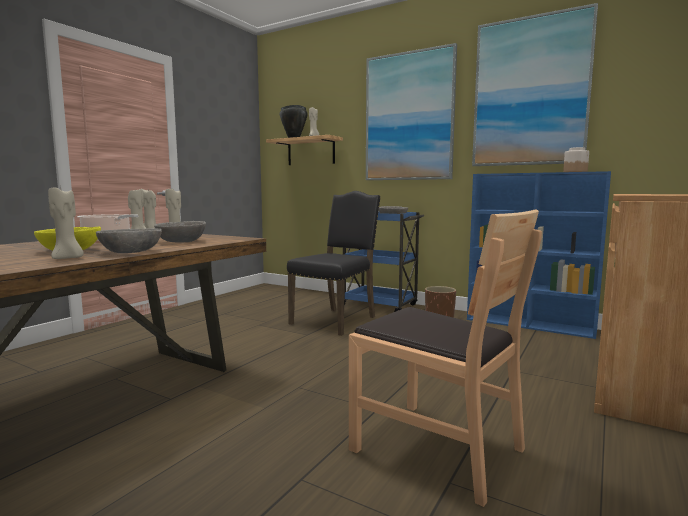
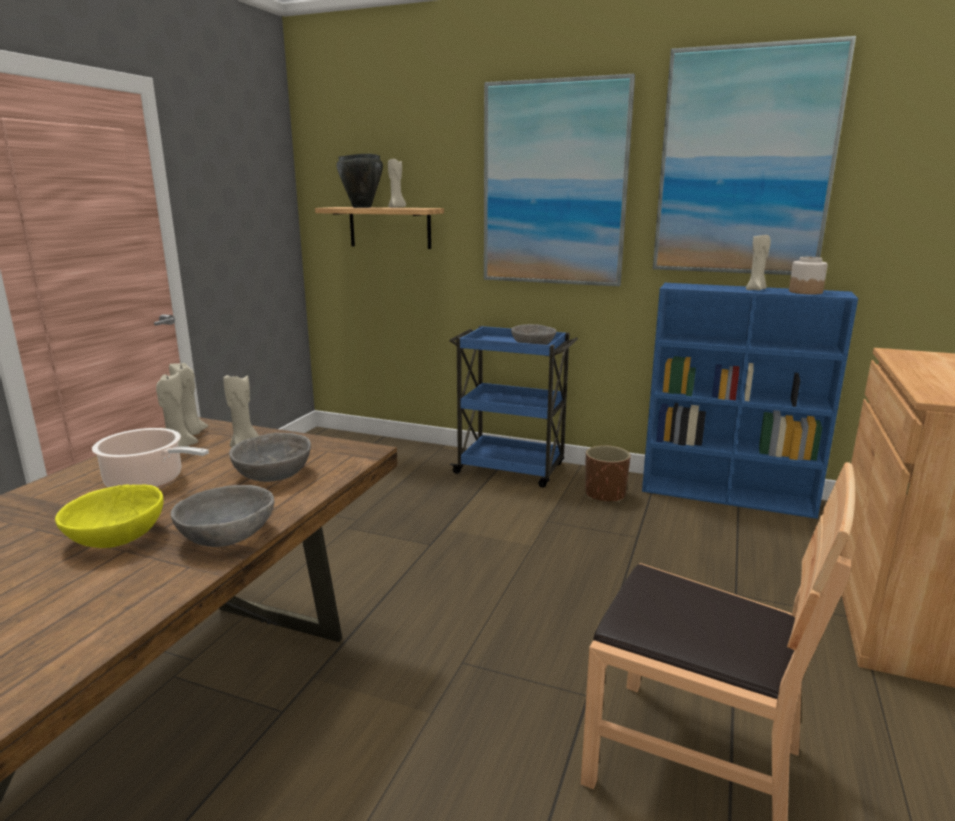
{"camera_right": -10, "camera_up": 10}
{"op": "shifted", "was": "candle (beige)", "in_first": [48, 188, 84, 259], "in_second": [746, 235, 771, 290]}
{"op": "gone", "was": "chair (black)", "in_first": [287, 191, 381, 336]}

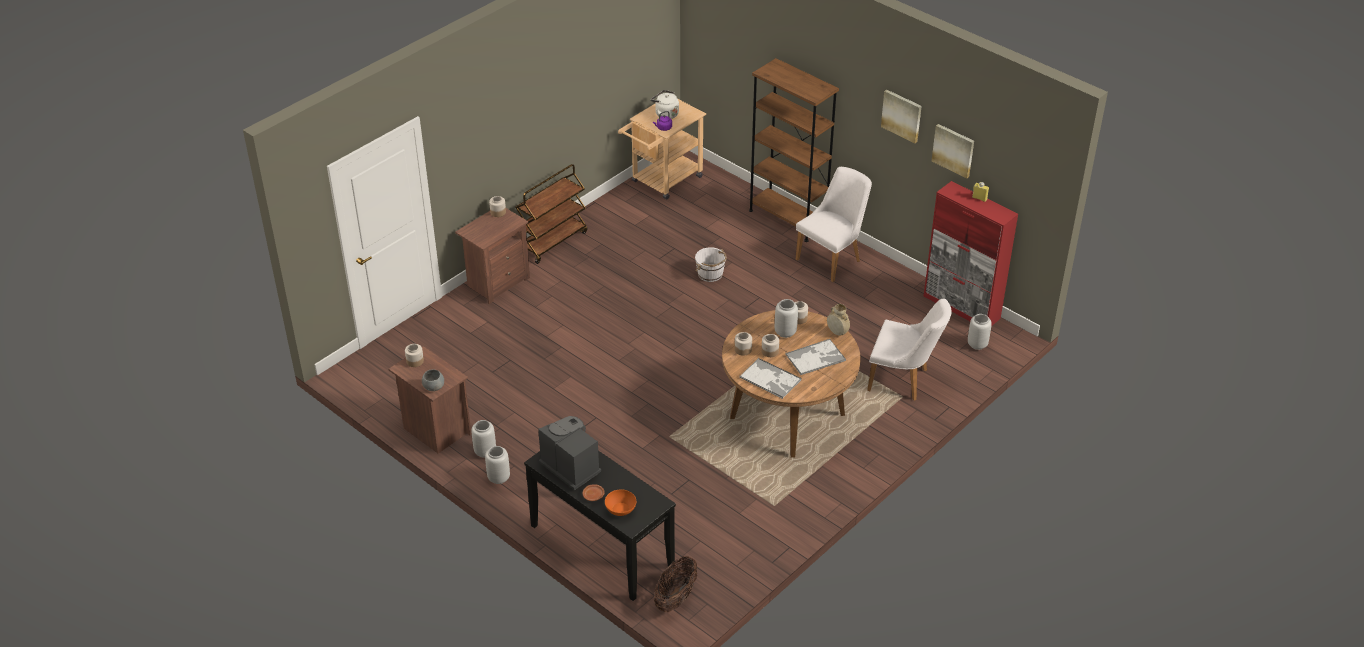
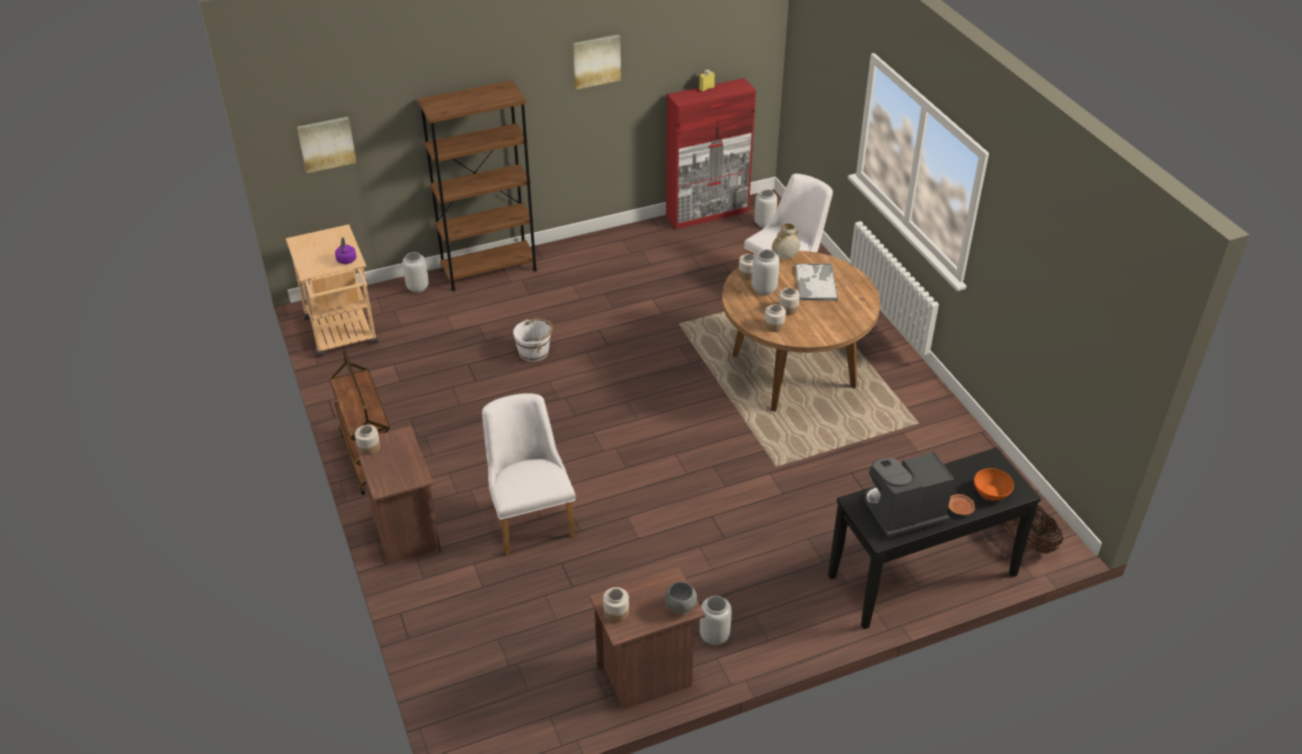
{"camera_right": -65, "camera_up": 0}
{"op": "gone", "was": "kettle (white)", "in_first": [651, 90, 679, 119]}
{"op": "shifted", "was": "picture", "in_first": [932, 124, 974, 178], "in_second": [297, 117, 357, 173]}
{"op": "shifted", "was": "chair (white)", "in_first": [795, 167, 872, 282], "in_second": [482, 393, 576, 555]}
{"op": "gone", "was": "tray", "in_first": [740, 358, 802, 399]}
{"op": "shifted", "was": "vase (grey)", "in_first": [485, 446, 510, 484], "in_second": [402, 252, 429, 293]}

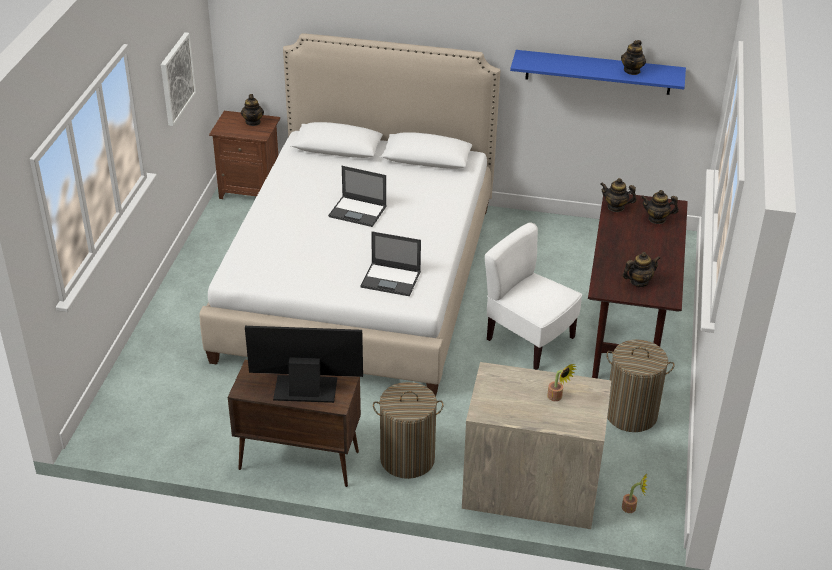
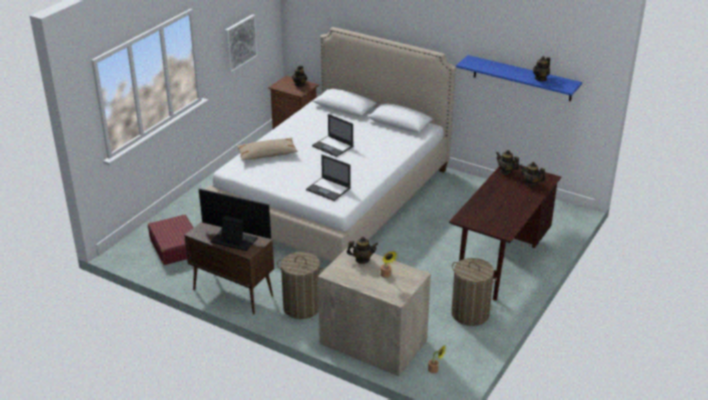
{"camera_right": 20, "camera_up": -5}
{"op": "gone", "was": "chair (white)", "in_first": [485, 222, 582, 370]}
{"op": "shifted", "was": "teapot", "in_first": [622, 252, 661, 287], "in_second": [347, 236, 378, 264]}
{"op": "new", "now": "pillow (beige)", "in_second": [236, 137, 298, 160]}
{"op": "new", "now": "suitcase (red)", "in_second": [148, 215, 194, 265]}

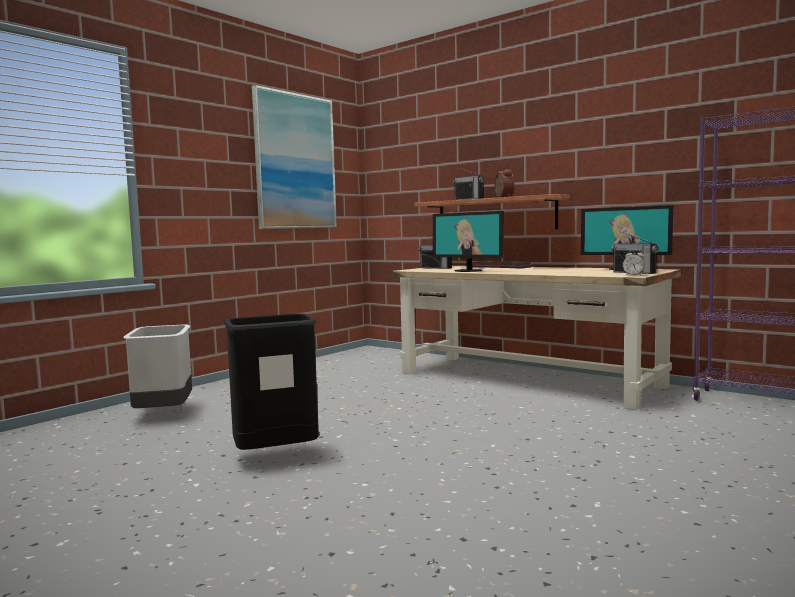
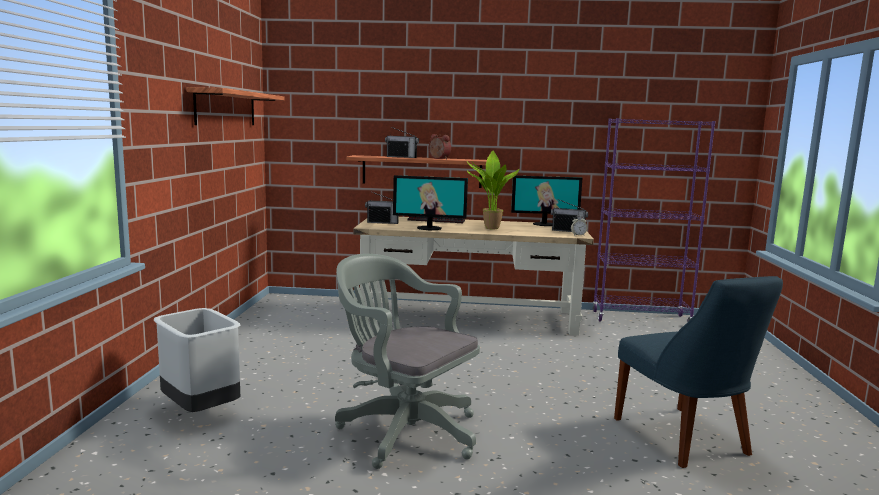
{"camera_right": -35, "camera_up": 5}
{"op": "swapped", "was": "picture", "now": "shelf", "in_first": [252, 85, 337, 229], "in_second": [186, 87, 284, 125]}
{"op": "swapped", "was": "trash can (black)", "now": "office chair (grey)", "in_first": [224, 313, 319, 450], "in_second": [335, 254, 480, 469]}
{"op": "new", "now": "potted plant", "in_second": [467, 151, 520, 230]}
{"op": "new", "now": "chair (blue)", "in_second": [614, 276, 783, 468]}

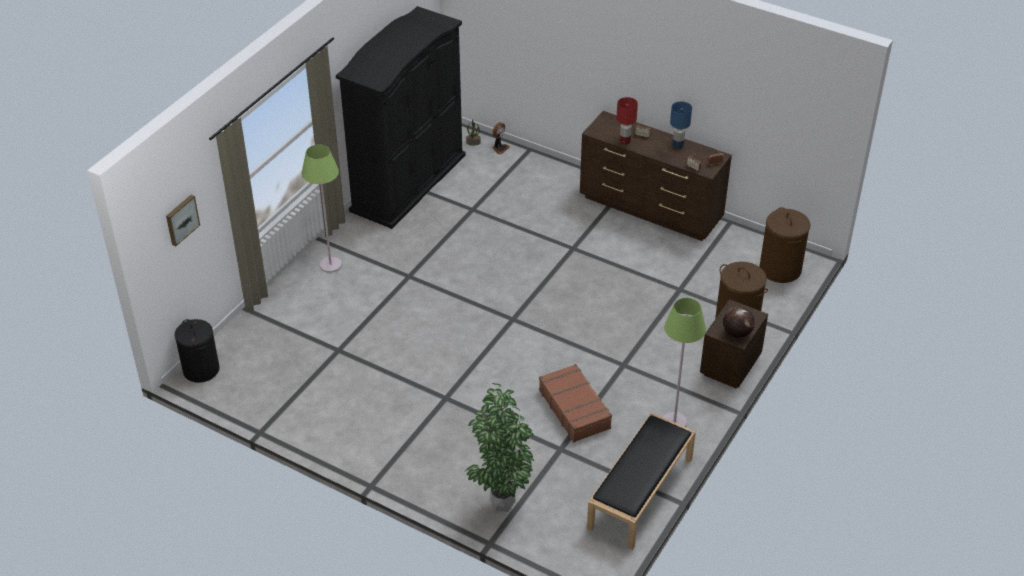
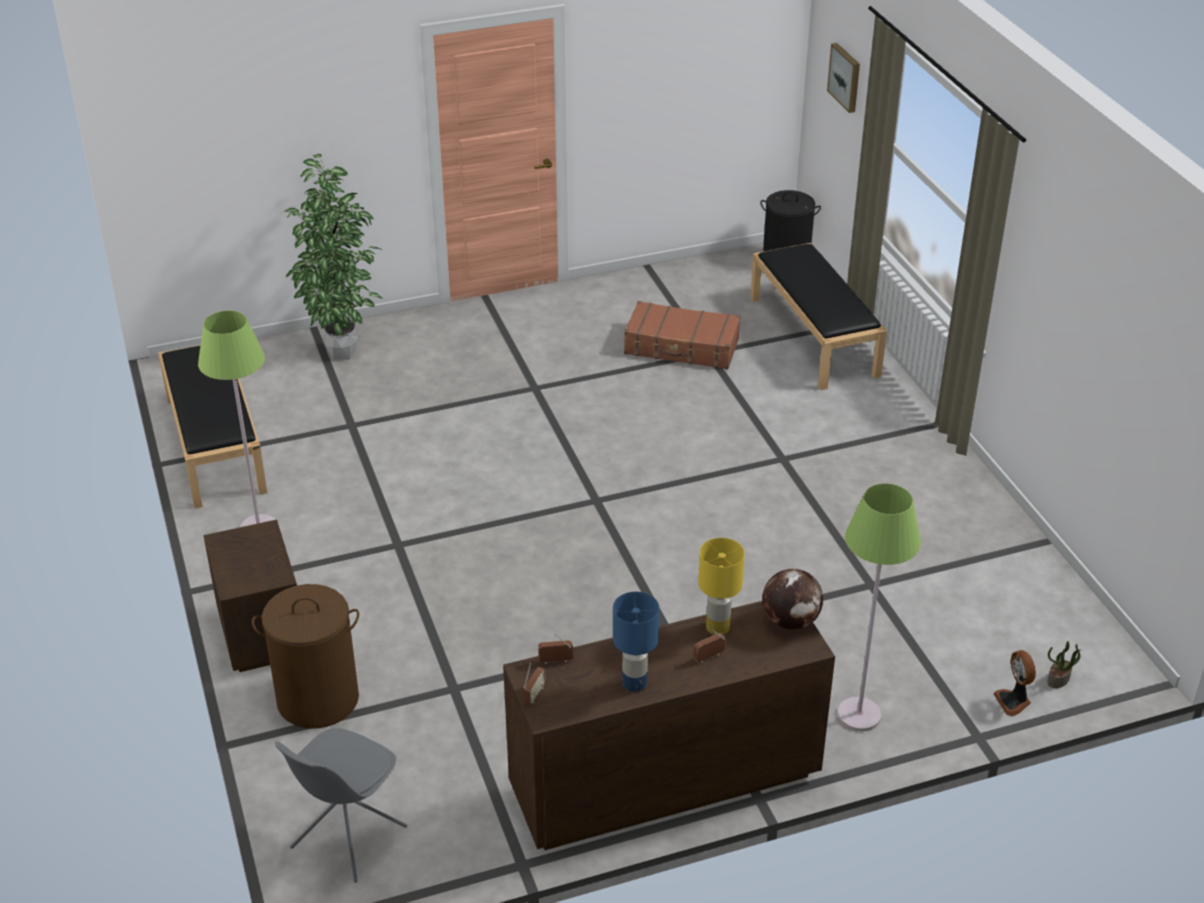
{"camera_right": 130, "camera_up": -5}
{"op": "gone", "was": "wardrobe (black)", "in_first": [336, 6, 465, 229]}
{"op": "repainted", "was": "table lamp (red)", "now": "table lamp (yellow)", "in_first": [616, 97, 638, 144], "in_second": [698, 538, 745, 635]}
{"op": "shifted", "was": "floor lamp (green)", "in_first": [302, 144, 342, 273], "in_second": [838, 483, 921, 731]}
{"op": "swapped", "was": "laundry basket (brown)", "now": "chair (grey)", "in_first": [759, 207, 811, 283], "in_second": [275, 728, 407, 883]}
{"op": "shifted", "was": "globe", "in_first": [723, 307, 755, 338], "in_second": [762, 569, 823, 630]}
{"op": "shifted", "was": "suitcase (brown)", "in_first": [539, 364, 612, 442], "in_second": [624, 301, 741, 369]}
{"op": "new", "now": "bench (black)", "in_second": [750, 243, 887, 390]}

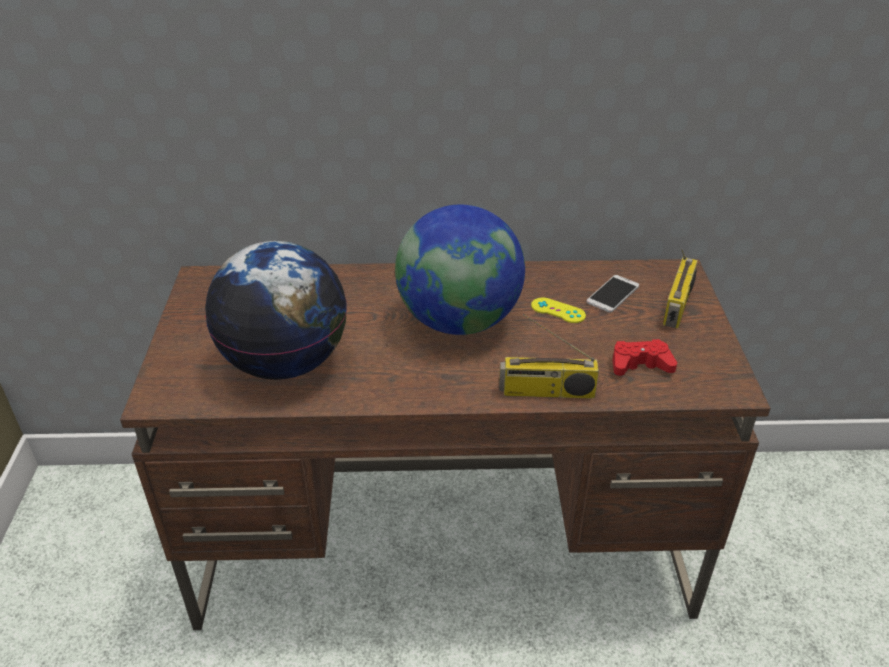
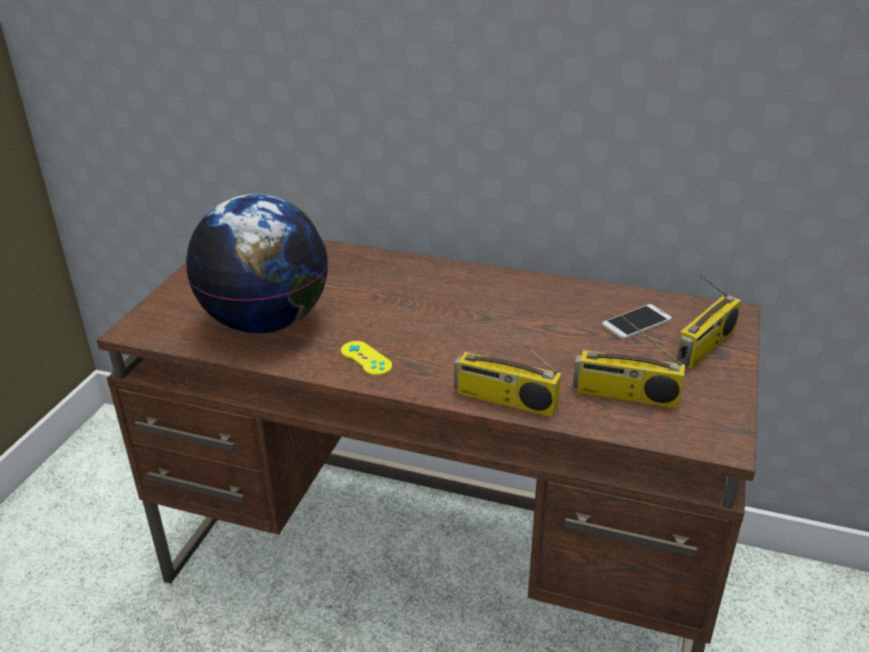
{"camera_right": 20, "camera_up": -5}
{"op": "gone", "was": "globe", "in_first": [395, 204, 525, 335]}
{"op": "shifted", "was": "game controller (yellow)", "in_first": [531, 297, 586, 323], "in_second": [341, 341, 392, 376]}
{"op": "swapped", "was": "game controller (red)", "now": "radio", "in_first": [612, 339, 677, 376], "in_second": [573, 302, 685, 408]}

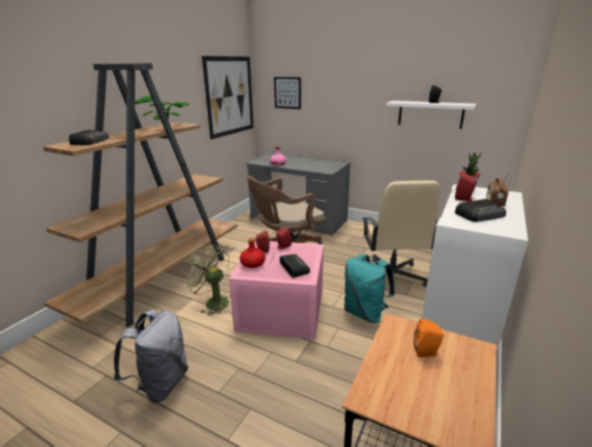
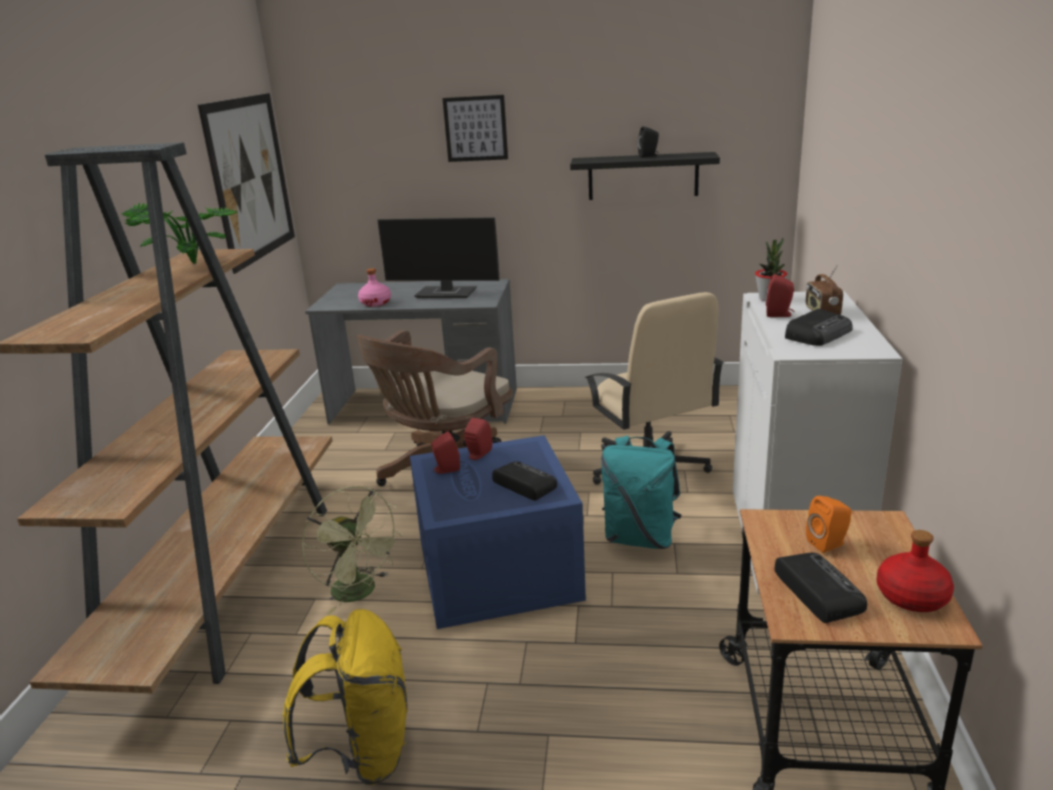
{"camera_right": -20, "camera_up": 0}
{"op": "shifted", "was": "picture", "in_first": [274, 77, 301, 109], "in_second": [442, 95, 508, 162]}
{"op": "repainted", "was": "shelf (white)", "now": "shelf (black)", "in_first": [386, 101, 476, 129], "in_second": [570, 152, 720, 200]}
{"op": "shifted", "was": "radio", "in_first": [69, 130, 109, 145], "in_second": [774, 553, 867, 623]}
{"op": "shifted", "was": "bottle (red)", "in_first": [240, 238, 265, 268], "in_second": [876, 530, 954, 612]}
{"op": "repainted", "was": "storage box (pink)", "now": "storage box (blue)", "in_first": [229, 240, 324, 339], "in_second": [410, 435, 586, 629]}
{"op": "rotated", "was": "fan (green)", "in_first": [183, 245, 229, 315], "in_second": [302, 486, 403, 615], "clockwise": -150}
{"op": "repainted", "was": "backpack (grey)", "now": "backpack (yellow)", "in_first": [114, 310, 189, 403], "in_second": [283, 609, 408, 785]}
{"op": "new", "now": "monitor", "in_second": [377, 217, 500, 298]}

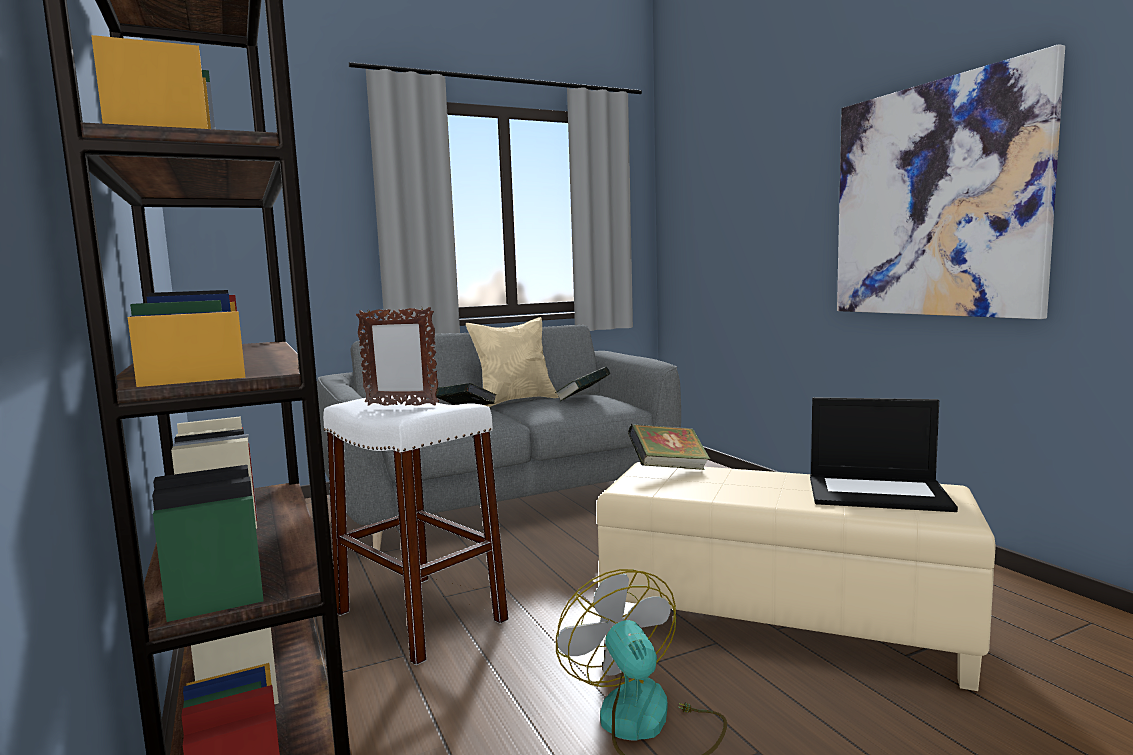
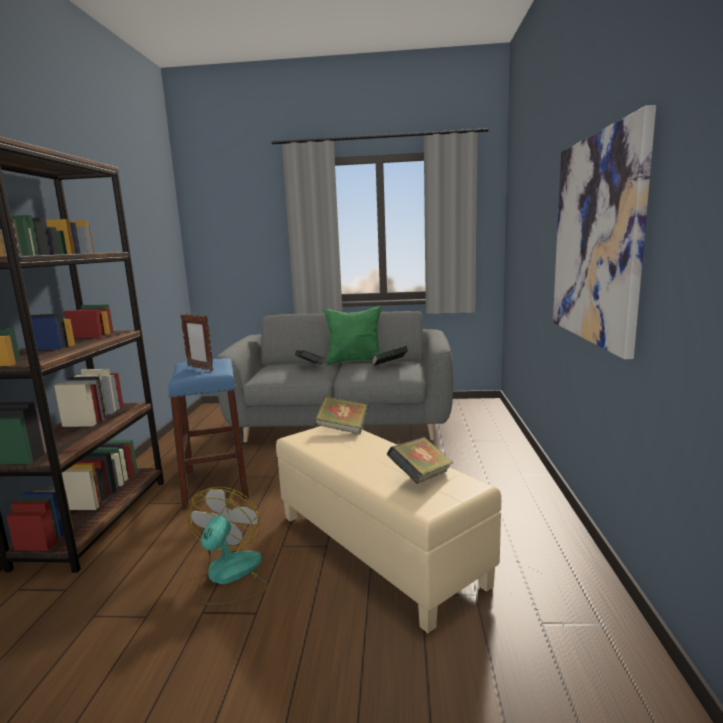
{"camera_right": 30, "camera_up": 5}
{"op": "repainted", "was": "pillow (beige)", "now": "pillow (green)", "in_first": [466, 317, 559, 407], "in_second": [324, 306, 381, 365]}
{"op": "repainted", "was": "stool (white)", "now": "stool (blue)", "in_first": [323, 395, 509, 665], "in_second": [168, 358, 249, 510]}
{"op": "swapped", "was": "laptop", "now": "book", "in_first": [810, 397, 958, 512], "in_second": [387, 437, 453, 484]}

